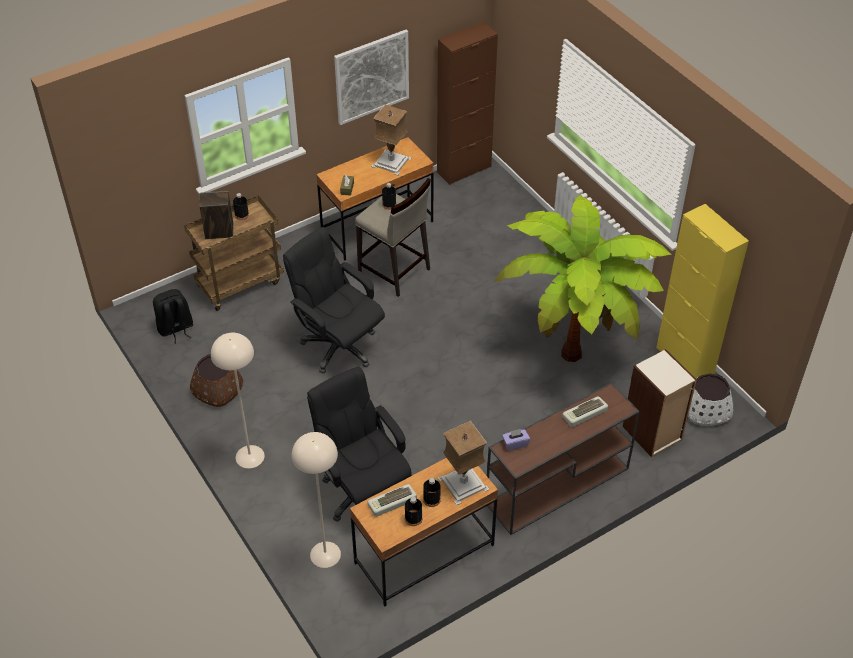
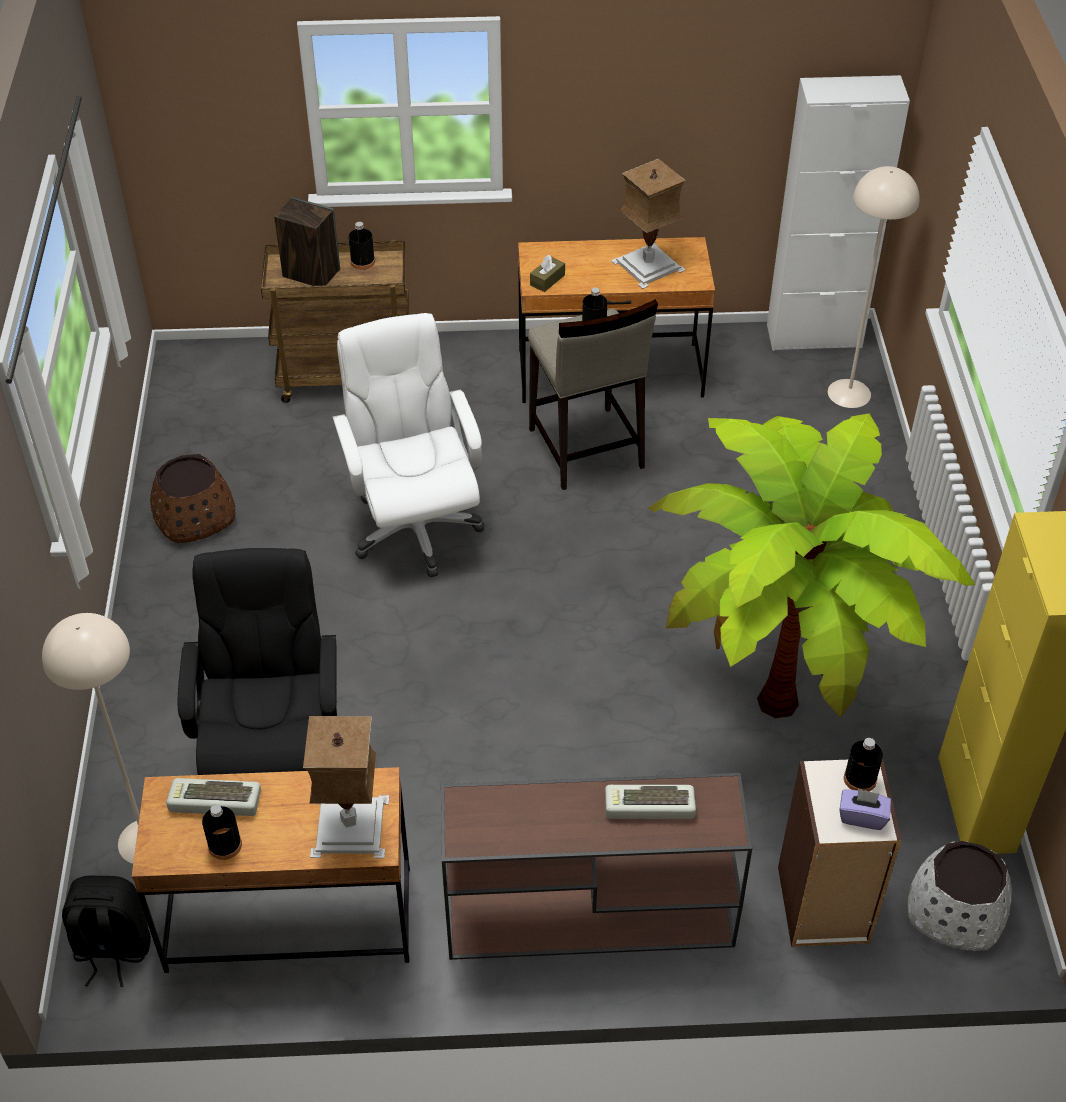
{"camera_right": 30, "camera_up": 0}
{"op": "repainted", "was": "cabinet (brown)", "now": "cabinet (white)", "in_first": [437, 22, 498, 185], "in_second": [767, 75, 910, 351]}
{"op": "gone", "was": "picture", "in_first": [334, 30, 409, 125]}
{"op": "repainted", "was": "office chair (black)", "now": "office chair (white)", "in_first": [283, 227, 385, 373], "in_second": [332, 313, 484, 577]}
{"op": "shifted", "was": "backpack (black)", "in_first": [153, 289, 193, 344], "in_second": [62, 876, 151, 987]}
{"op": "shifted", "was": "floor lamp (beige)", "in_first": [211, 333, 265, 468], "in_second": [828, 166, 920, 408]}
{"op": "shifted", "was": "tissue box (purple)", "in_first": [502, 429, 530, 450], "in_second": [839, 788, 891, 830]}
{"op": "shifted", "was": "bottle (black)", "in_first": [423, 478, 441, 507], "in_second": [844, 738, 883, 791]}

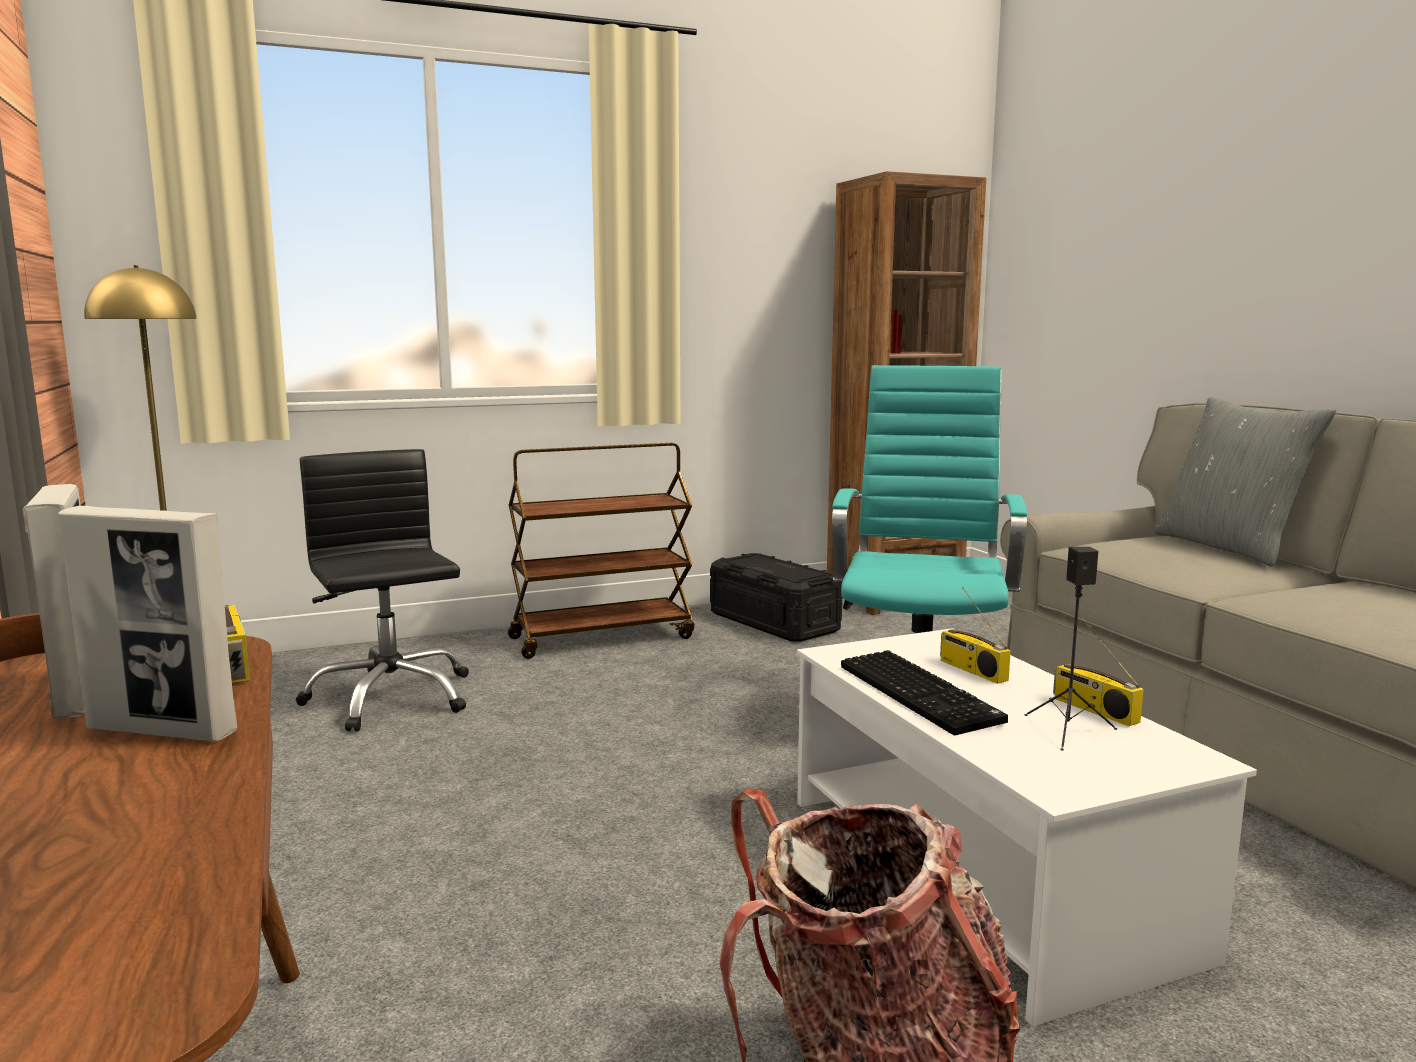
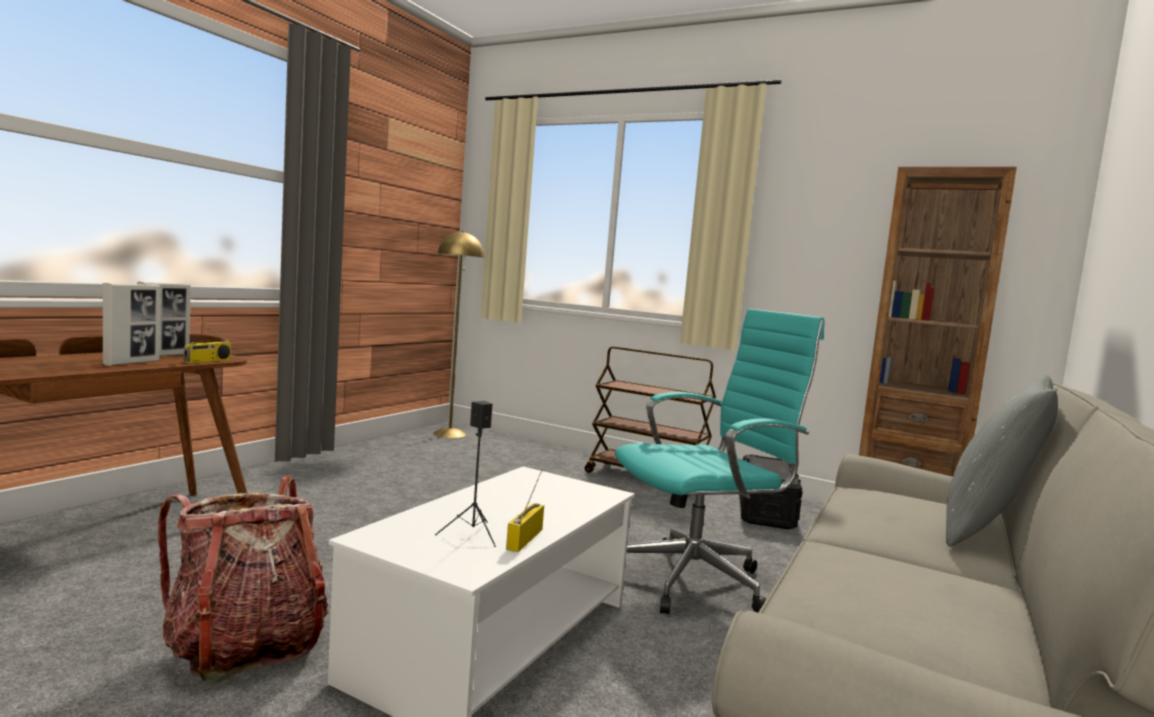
{"camera_right": 50, "camera_up": -5}
{"op": "gone", "was": "office chair (black)", "in_first": [296, 449, 469, 732]}
{"op": "rotated", "was": "picture frame", "in_first": [59, 506, 237, 741], "in_second": [102, 283, 160, 366], "clockwise": -135}
{"op": "gone", "was": "radio", "in_first": [940, 587, 1011, 684]}
{"op": "gone", "was": "keyboard", "in_first": [841, 650, 1008, 735]}

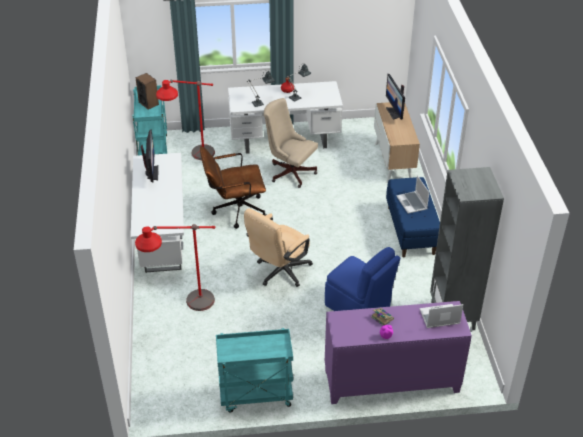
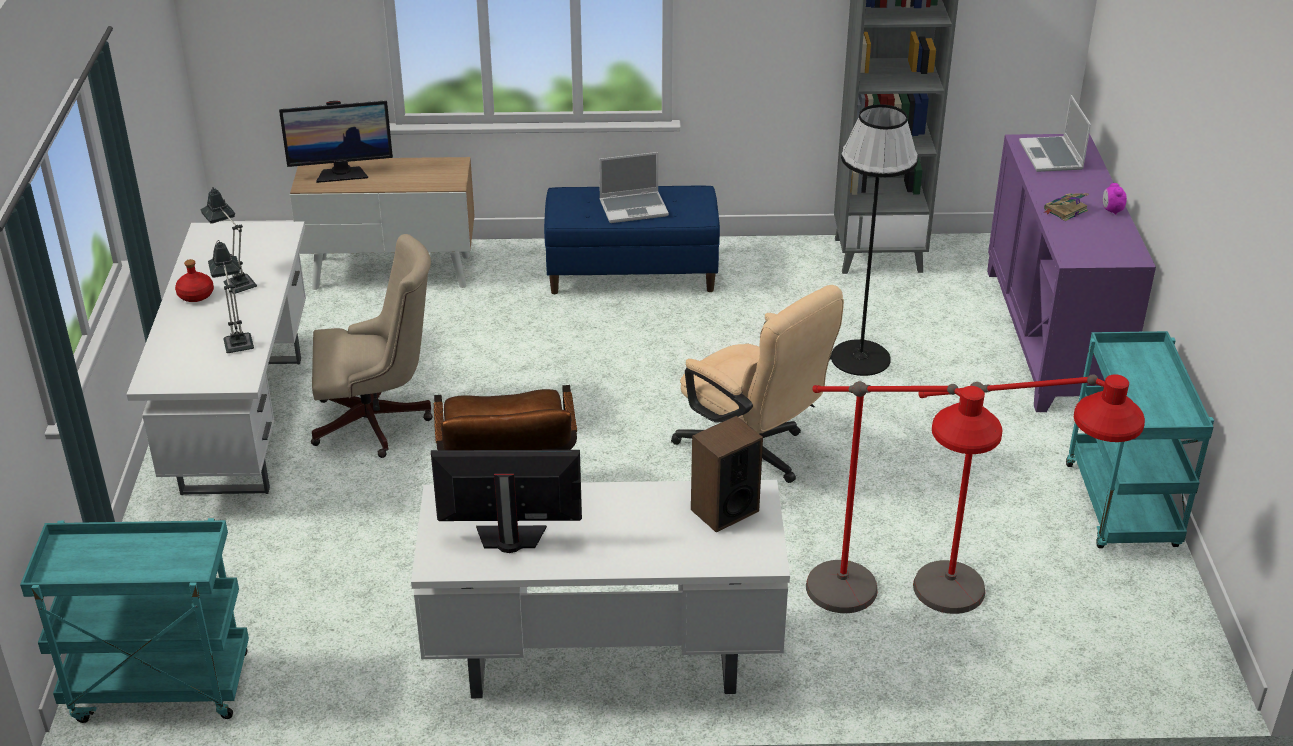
{"camera_right": -85, "camera_up": -5}
{"op": "shifted", "was": "speaker", "in_first": [135, 73, 159, 109], "in_second": [691, 416, 763, 532]}
{"op": "shifted", "was": "floor lamp (red)", "in_first": [156, 80, 215, 160], "in_second": [913, 374, 1145, 614]}
{"op": "rotated", "was": "office chair (beige)", "in_first": [264, 98, 318, 188], "in_second": [311, 234, 433, 458], "clockwise": -135}
{"op": "swapped", "was": "chair (blue)", "now": "floor lamp (black)", "in_first": [325, 247, 400, 311], "in_second": [831, 104, 918, 376]}

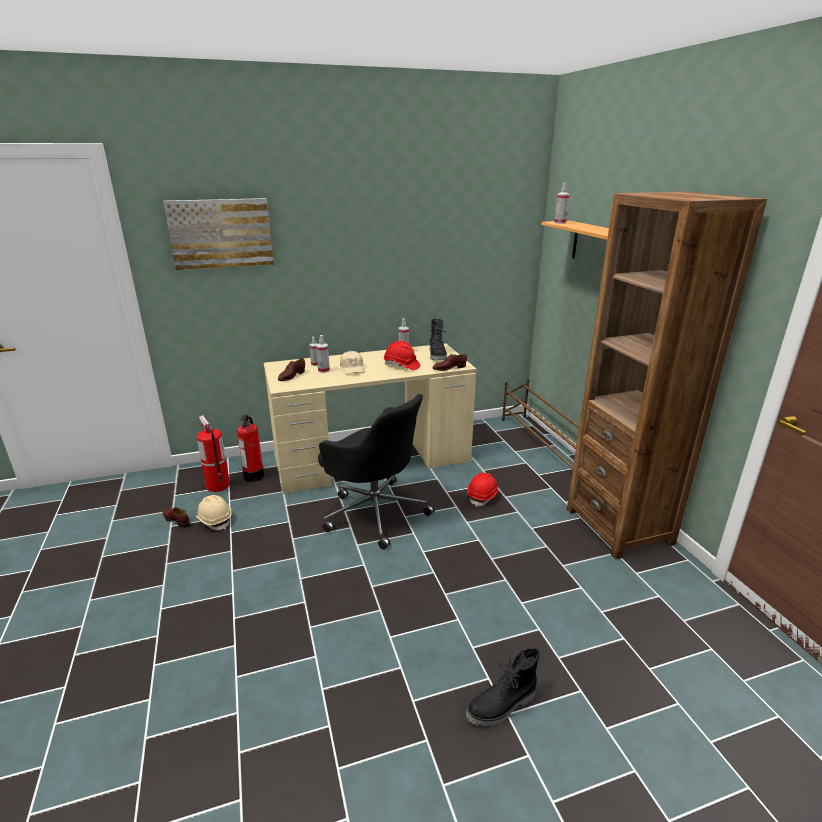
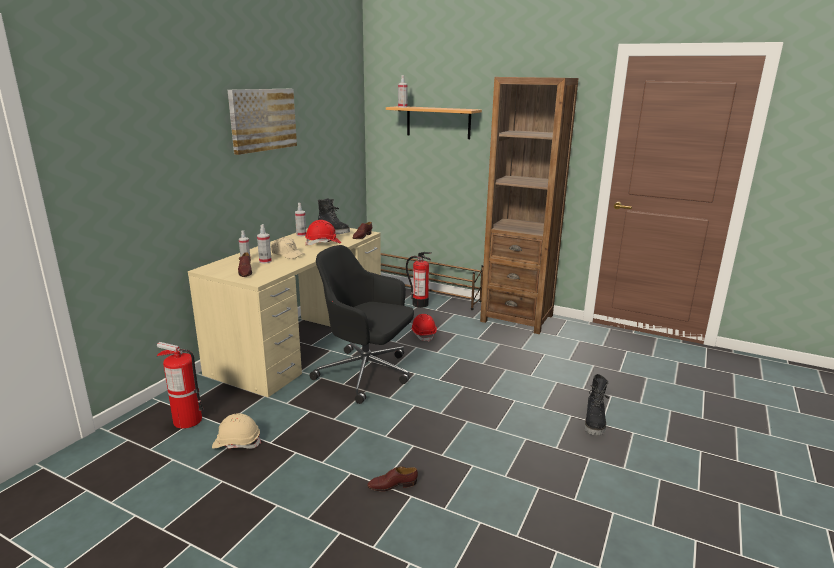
{"camera_right": -45, "camera_up": -5}
{"op": "shifted", "was": "picture", "in_first": [163, 198, 274, 270], "in_second": [228, 89, 297, 155]}
{"op": "rotated", "was": "office chair (black)", "in_first": [318, 394, 435, 549], "in_second": [309, 245, 414, 404], "clockwise": -150}
{"op": "shifted", "was": "fire extinguisher", "in_first": [237, 415, 264, 482], "in_second": [406, 252, 431, 308]}
{"op": "shifted", "was": "shoe (brown)", "in_first": [162, 507, 190, 528], "in_second": [367, 466, 418, 492]}

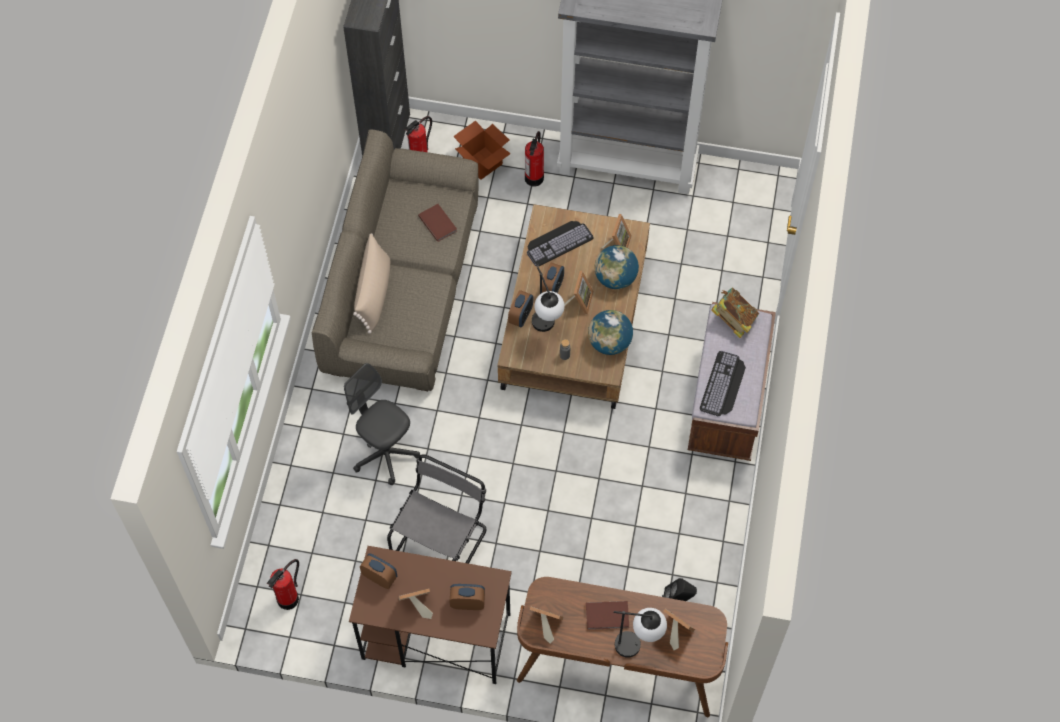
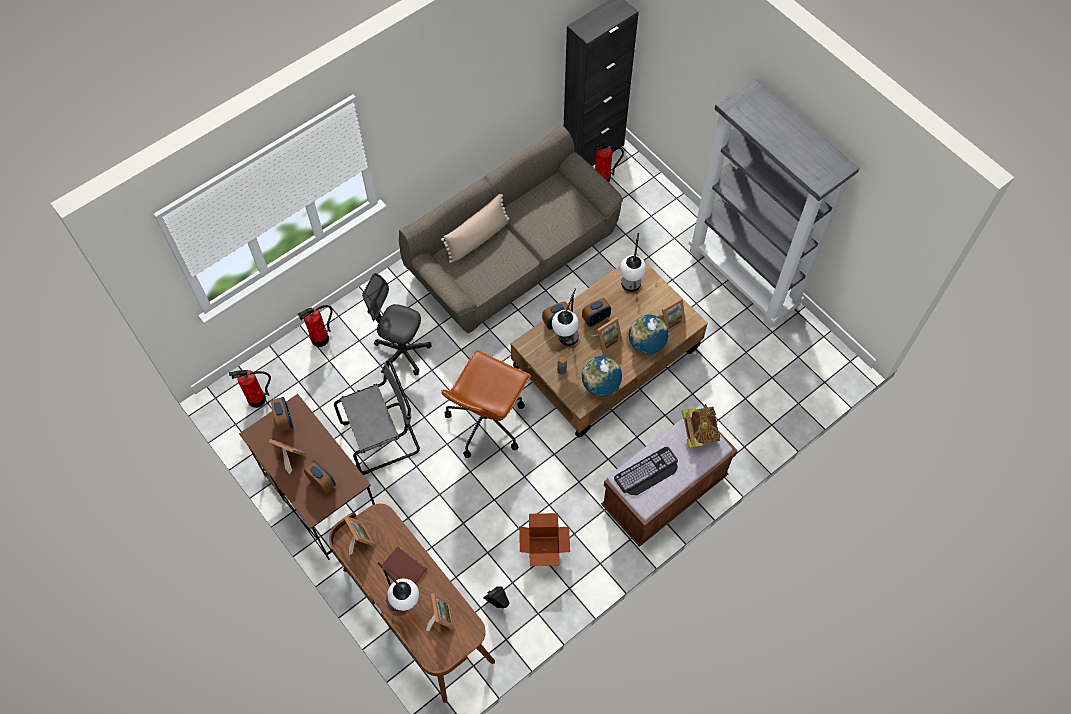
{"camera_right": 40, "camera_up": 0}
{"op": "shifted", "was": "cardboard box", "in_first": [453, 121, 511, 180], "in_second": [519, 513, 570, 566]}
{"op": "shifted", "was": "fire extinguisher", "in_first": [525, 131, 544, 186], "in_second": [297, 305, 333, 347]}
{"op": "gone", "was": "book (brown)", "in_first": [418, 204, 457, 242]}
{"op": "swapped", "was": "keyboard", "now": "table lamp", "in_first": [527, 221, 594, 267], "in_second": [620, 233, 646, 292]}
{"op": "rotated", "was": "office chair (grey)", "in_first": [344, 363, 420, 485], "in_second": [362, 273, 432, 375], "clockwise": -60}
{"op": "new", "now": "office chair (brown)", "in_second": [441, 350, 531, 458]}

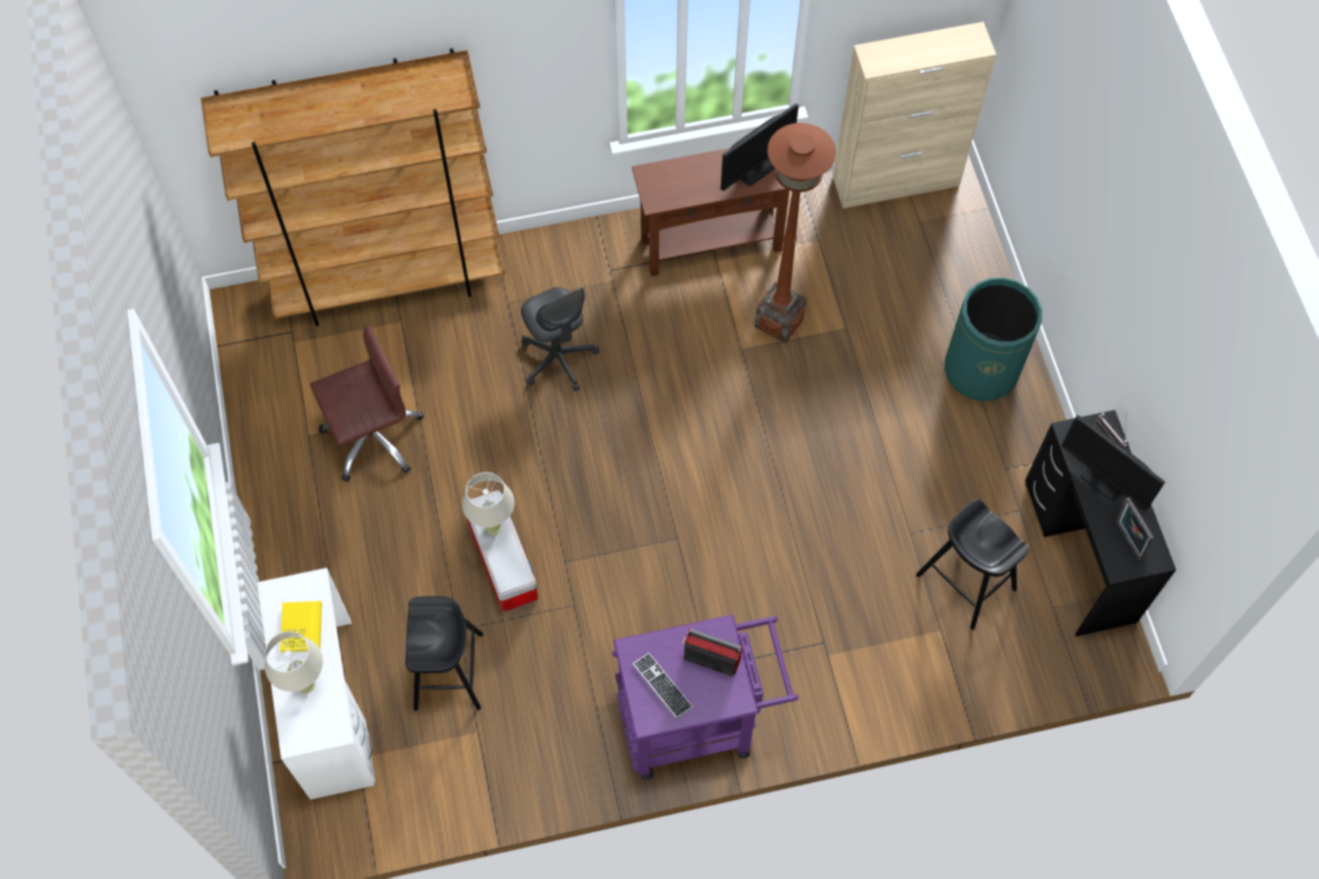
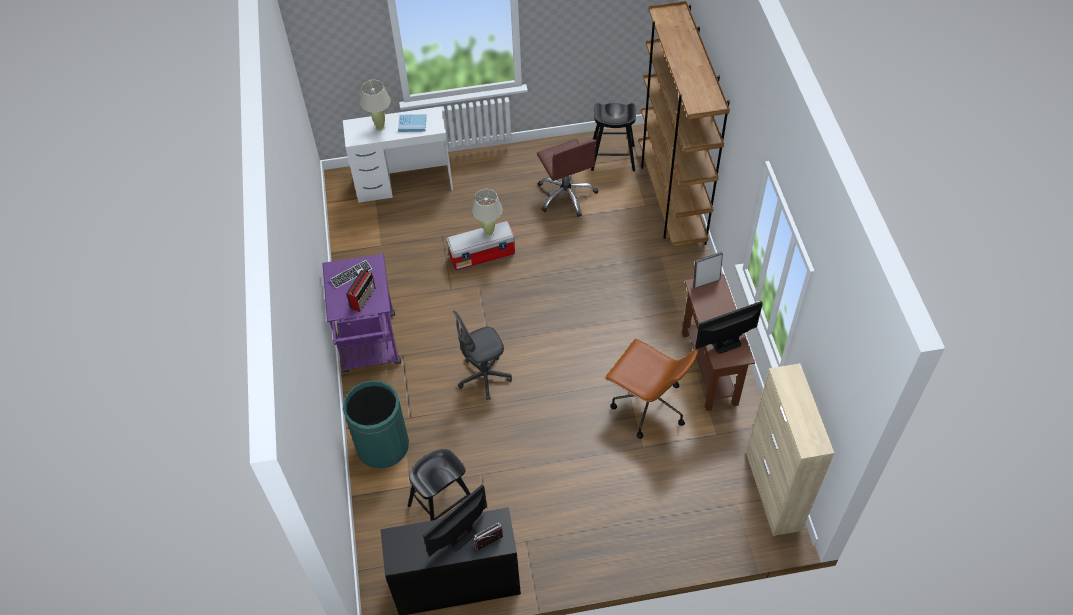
{"camera_right": 95, "camera_up": -10}
{"op": "rotated", "was": "monitor", "in_first": [721, 103, 799, 191], "in_second": [695, 301, 763, 354], "clockwise": 105}
{"op": "swapped", "was": "floor lamp (brown)", "now": "office chair (brown)", "in_first": [755, 123, 836, 343], "in_second": [605, 339, 698, 439]}
{"op": "shifted", "was": "trash can (green)", "in_first": [945, 278, 1042, 401], "in_second": [343, 380, 409, 469]}
{"op": "shifted", "was": "office chair (grey)", "in_first": [521, 287, 599, 391], "in_second": [453, 311, 512, 400]}
{"op": "shifted", "was": "picture frame", "in_first": [1116, 497, 1154, 561], "in_second": [693, 252, 723, 289]}
{"op": "shifted", "was": "stool (black)", "in_first": [405, 596, 483, 711], "in_second": [591, 103, 636, 171]}
{"op": "repainted", "was": "book (yellow)", "now": "book (blue)", "in_first": [280, 601, 322, 653], "in_second": [398, 114, 426, 132]}

